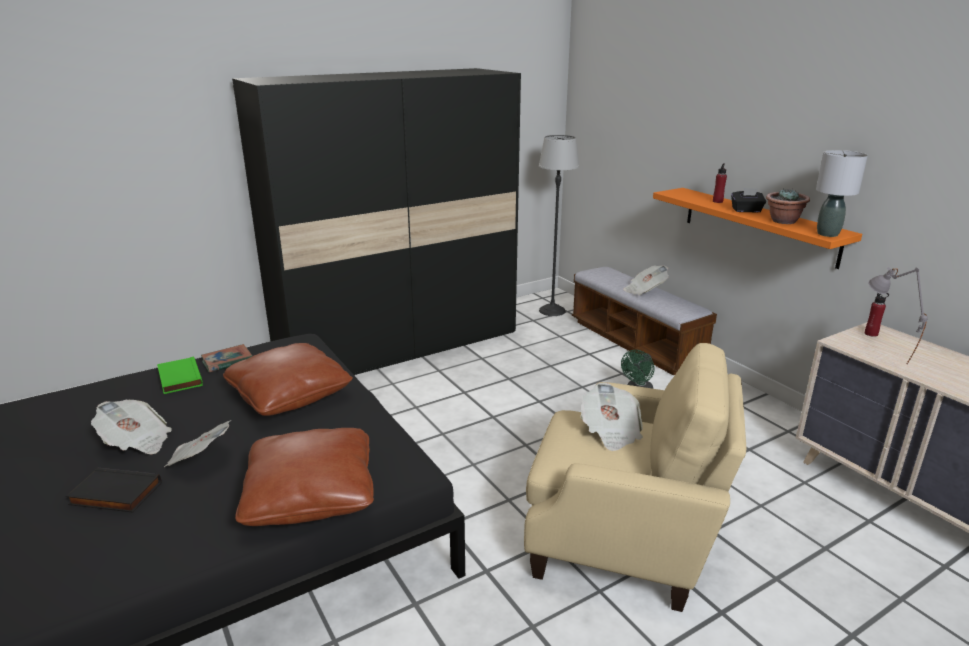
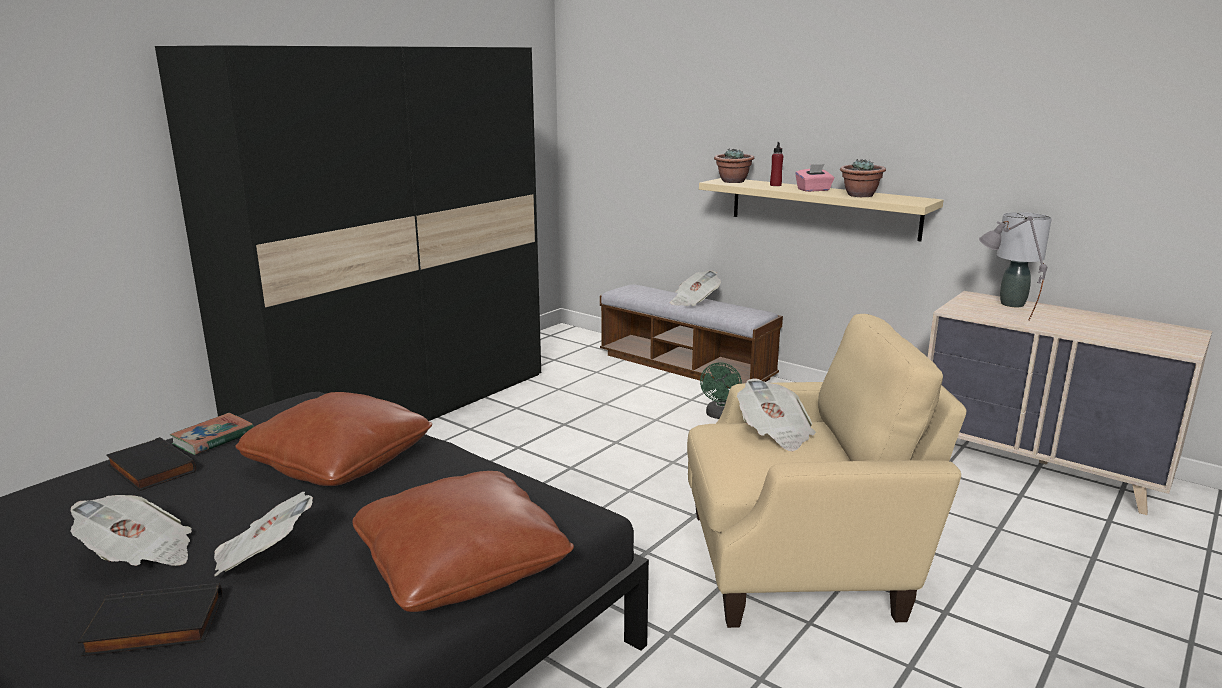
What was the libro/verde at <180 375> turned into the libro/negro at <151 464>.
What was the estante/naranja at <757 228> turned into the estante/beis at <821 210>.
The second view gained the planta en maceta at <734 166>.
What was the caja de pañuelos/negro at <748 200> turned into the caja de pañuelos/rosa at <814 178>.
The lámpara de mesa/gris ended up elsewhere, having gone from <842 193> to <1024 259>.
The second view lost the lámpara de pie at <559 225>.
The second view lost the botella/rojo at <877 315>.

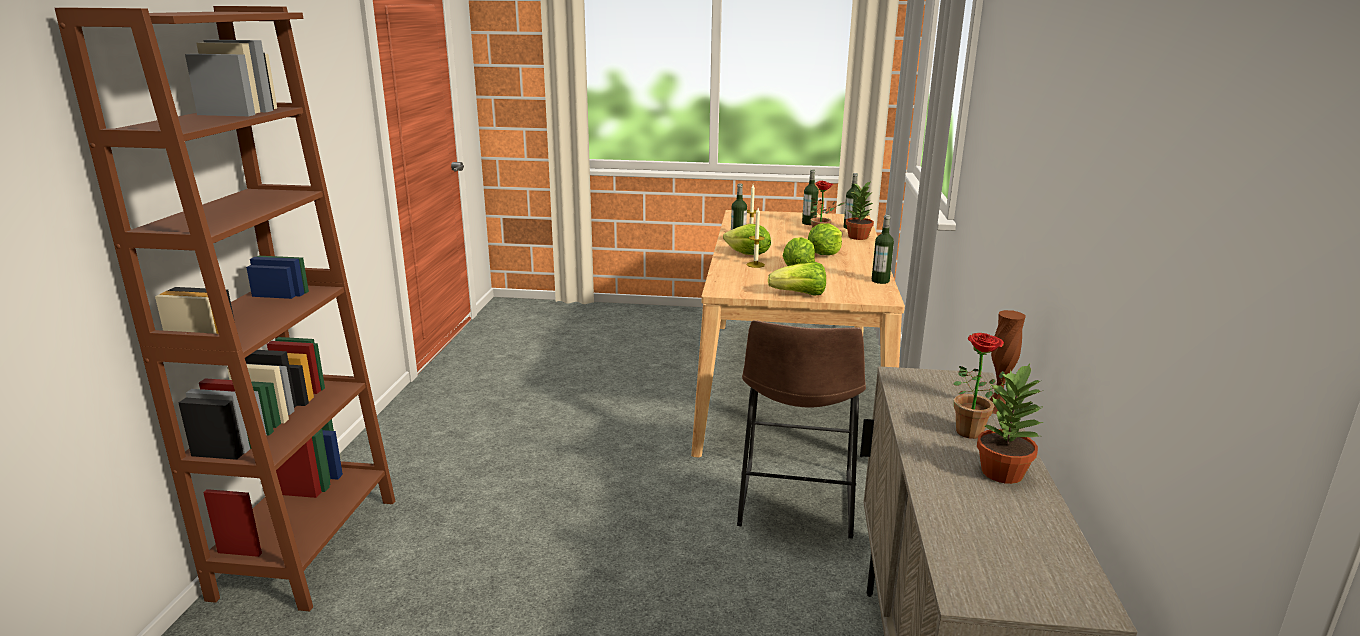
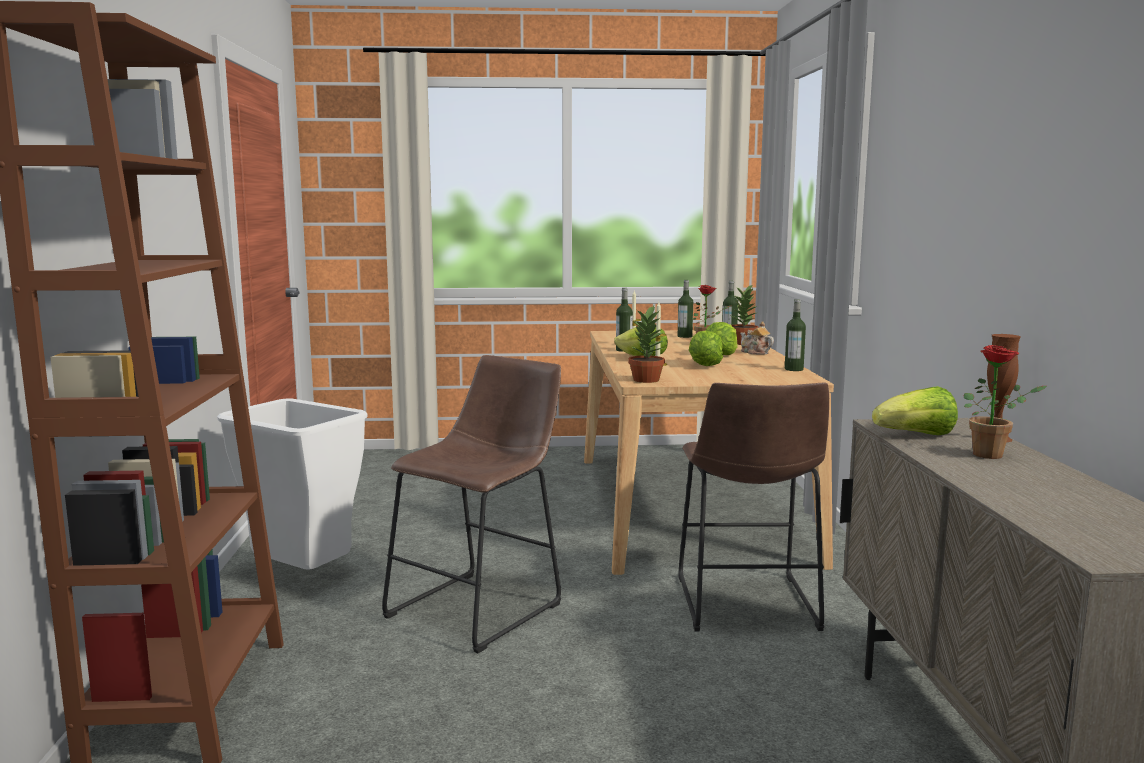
The second view gained the papelera/blanco at <292 484>.
The second view gained the taburete/marrón at <471 504>.
The planta en maceta ended up elsewhere, having gone from <1010 423> to <646 344>.
The second view gained the tetera at <757 338>.
The lechuga ended up elsewhere, having gone from <797 279> to <915 410>.

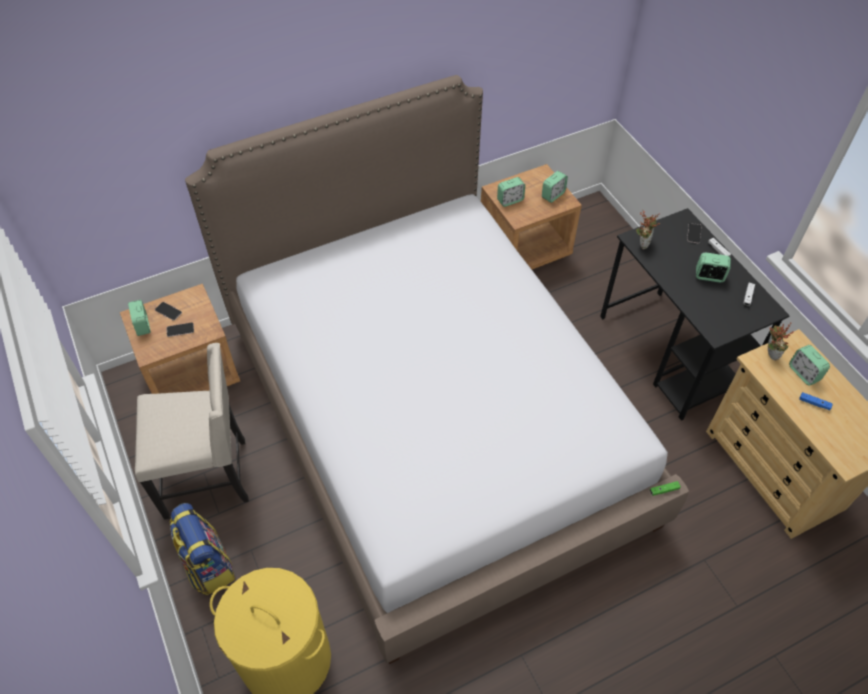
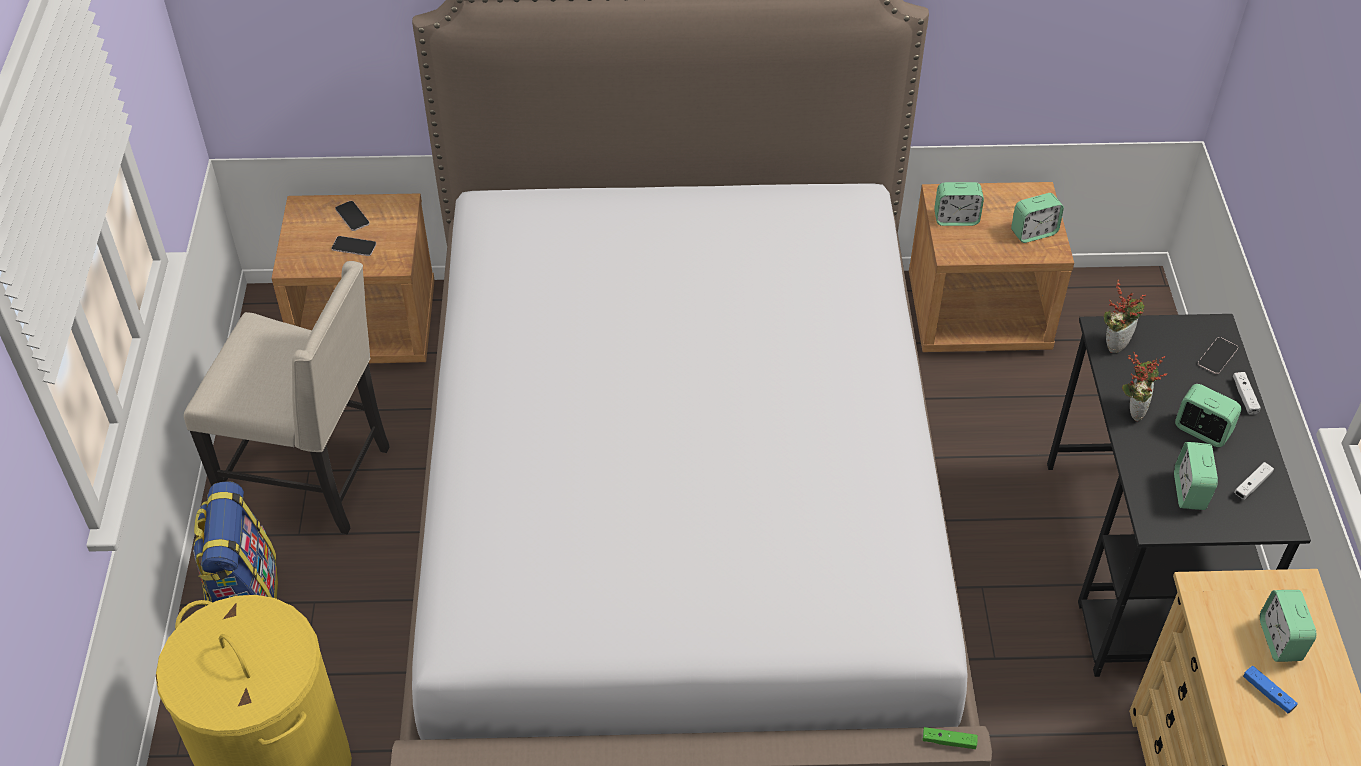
The planta en maceta ended up elsewhere, having gone from <781 341> to <1144 386>.
The despertador ended up elsewhere, having gone from <139 318> to <1196 476>.

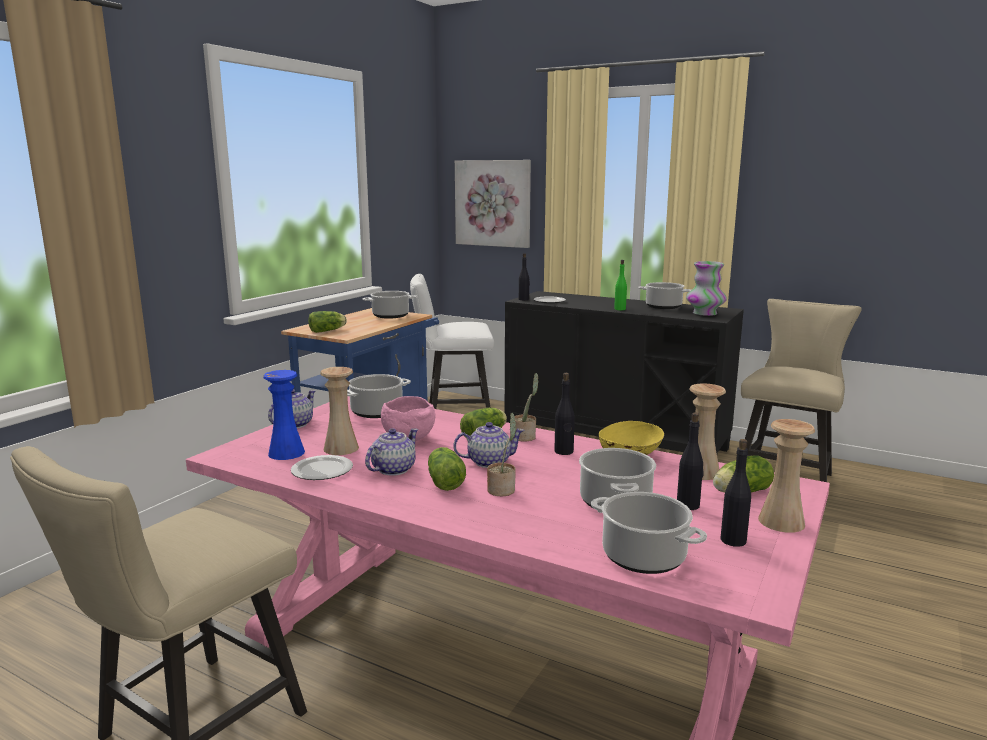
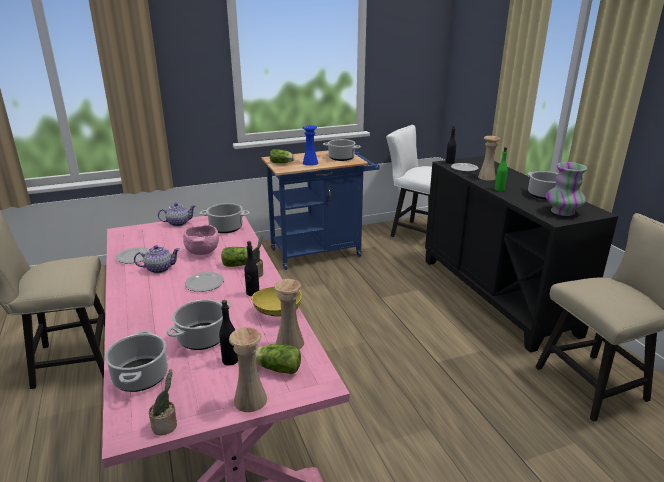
The planta en maceta ended up elsewhere, having gone from <501 454> to <163 402>.
Where the tetera stood at <489 445>, the plato came to stand at <204 282>.
The florero/azul ended up elsewhere, having gone from <284 415> to <310 145>.
The florero/beis ended up elsewhere, having gone from <339 411> to <489 158>.
The second view lost the lechuga at <447 469>.
The second view lost the cuadro at <493 204>.
The second view lost the botella/negro at <735 493>.

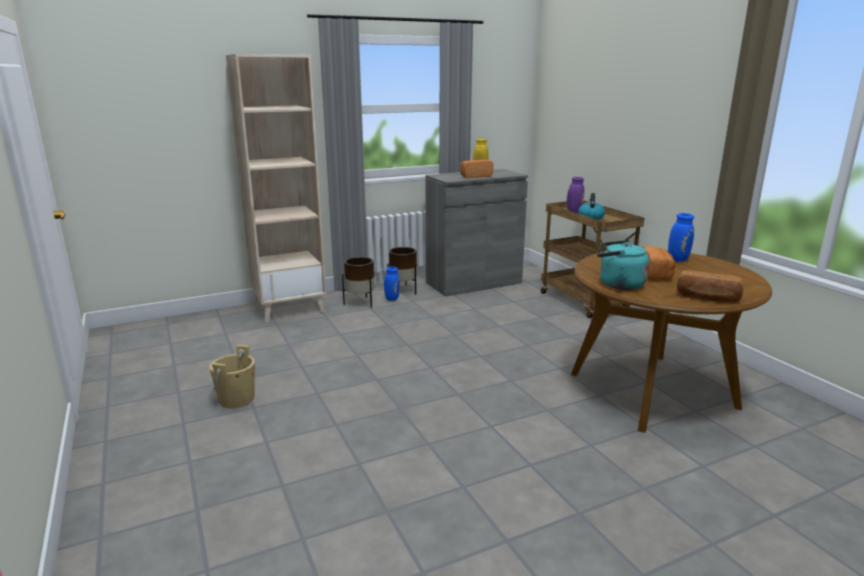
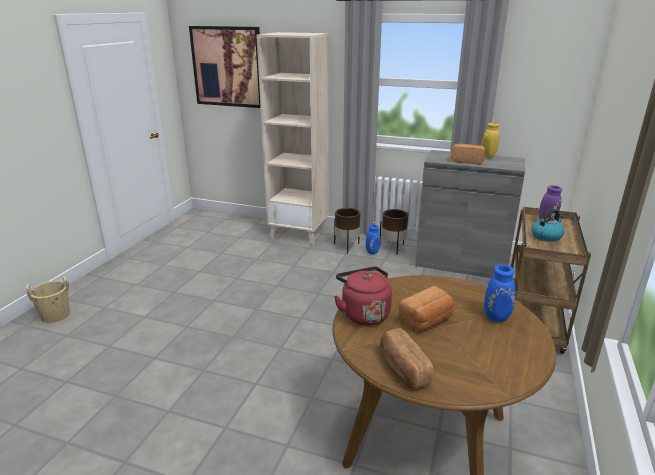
The cubo/beis ended up elsewhere, having gone from <232 376> to <48 299>.
The second view gained the cuadro at <225 67>.
What was the hervidor/turquesa at <623 265> turned into the hervidor/rojo at <363 296>.

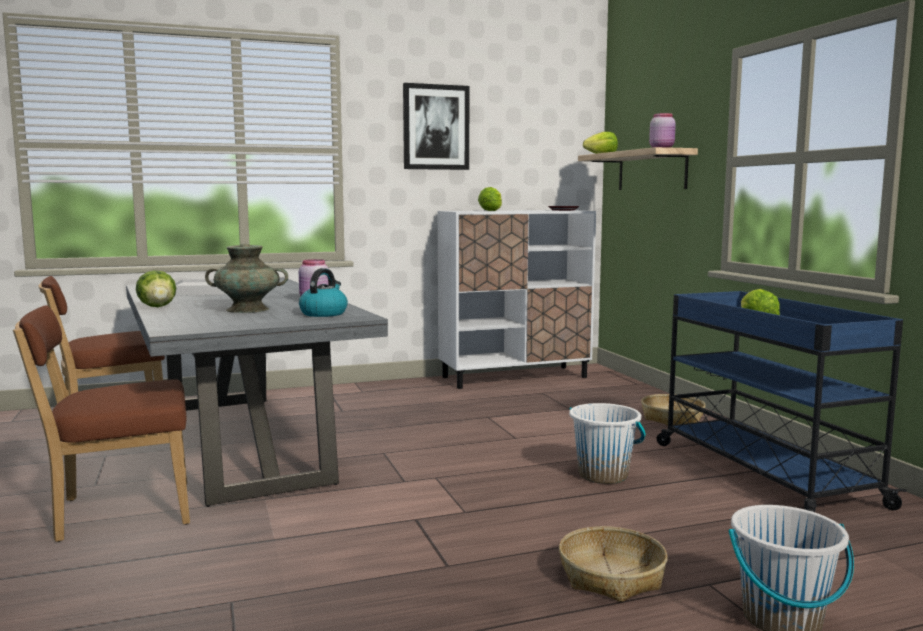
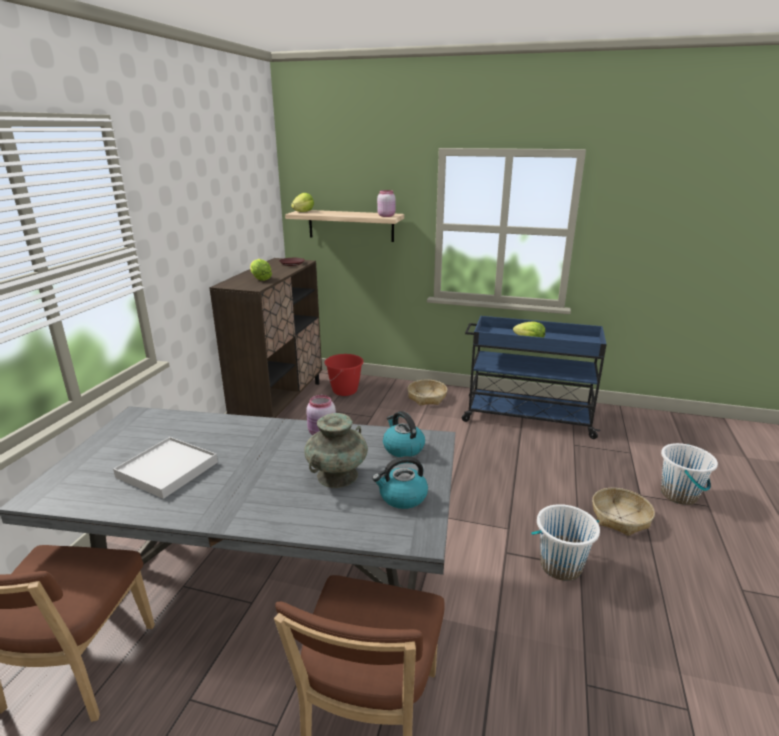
What was the armario/blanco at <516 299> turned into the armario/marrón at <265 338>.
The second view gained the cubo/rojo at <344 375>.
The second view gained the hervidor at <400 482>.
The cubo/blanco ended up elsewhere, having gone from <607 443> to <565 542>.
The second view lost the lechuga at <156 288>.
The second view lost the cuadro at <436 126>.

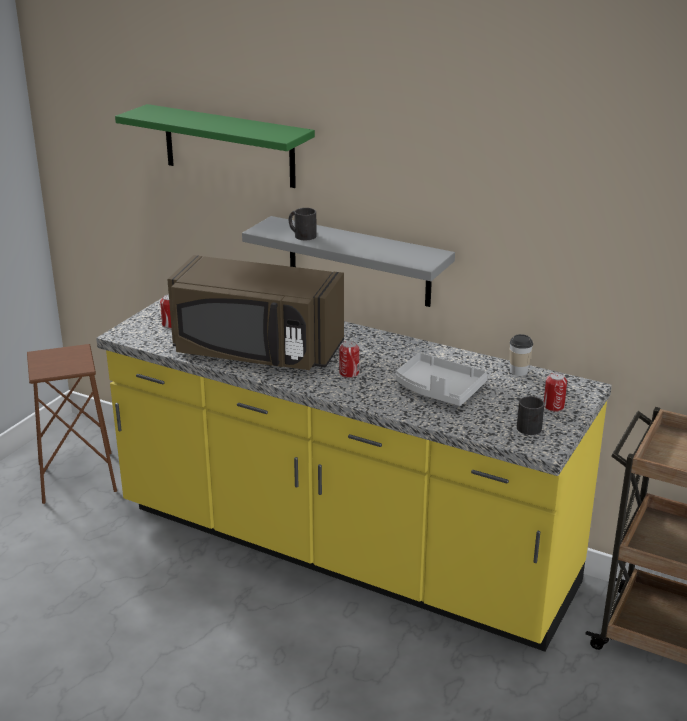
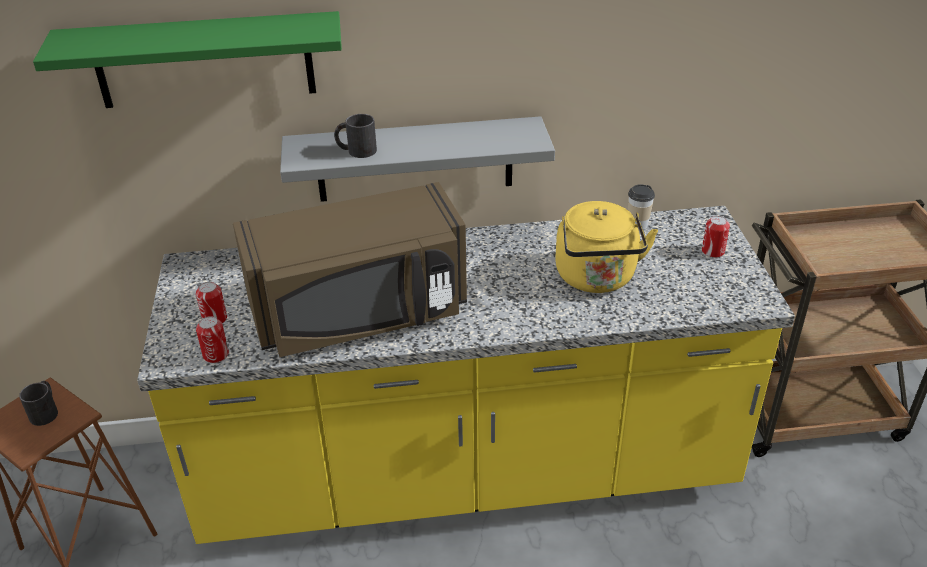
The taza grande/negro ended up elsewhere, having gone from <530 415> to <38 403>.
The lata ended up elsewhere, having gone from <349 359> to <212 339>.
Where the bandeja/gris stood at <441 379>, the hervidor/amarillo came to stand at <606 247>.

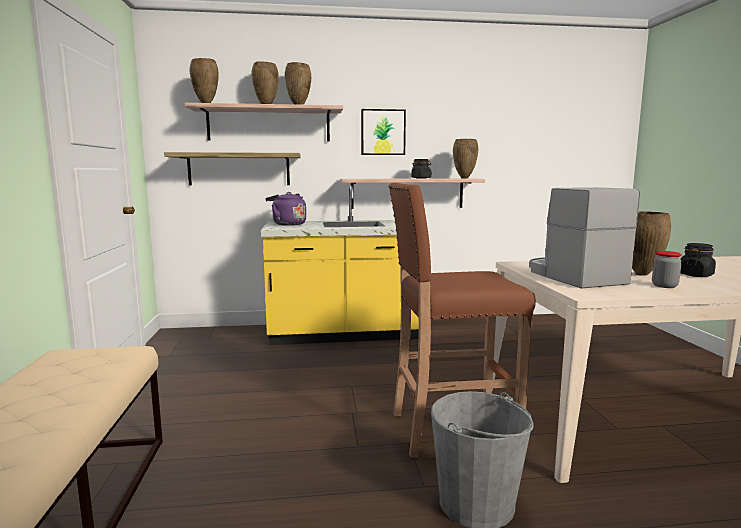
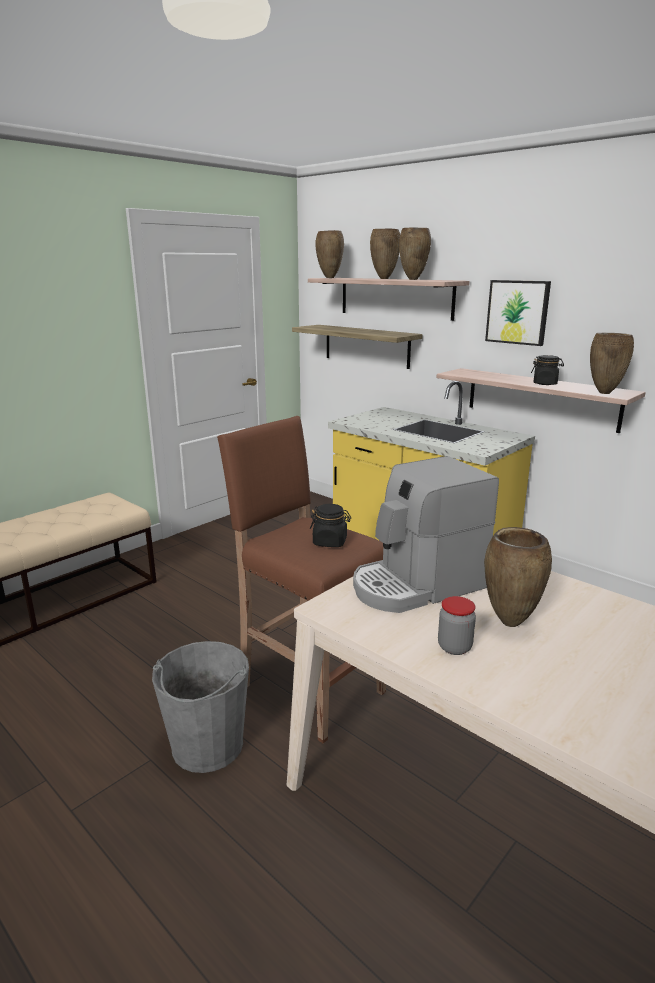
The tarro/negro ended up elsewhere, having gone from <698 260> to <330 525>.
The cafetera at <584 238> ended up facing another way, 150 degrees counterclockwise from before.
The second view lost the hervidor/morado at <285 209>.

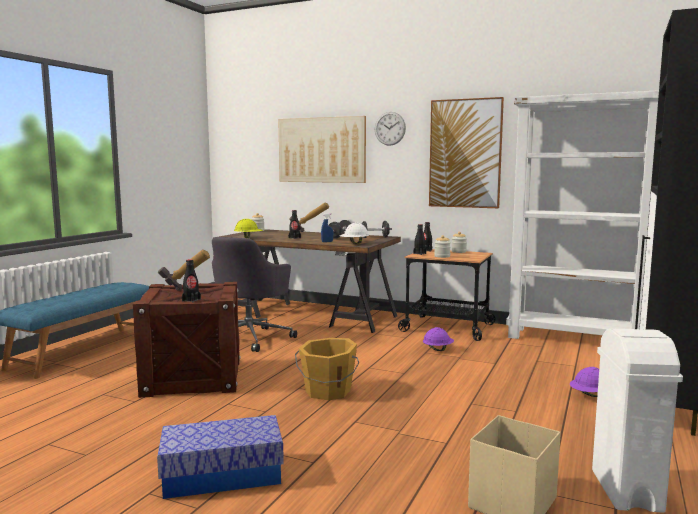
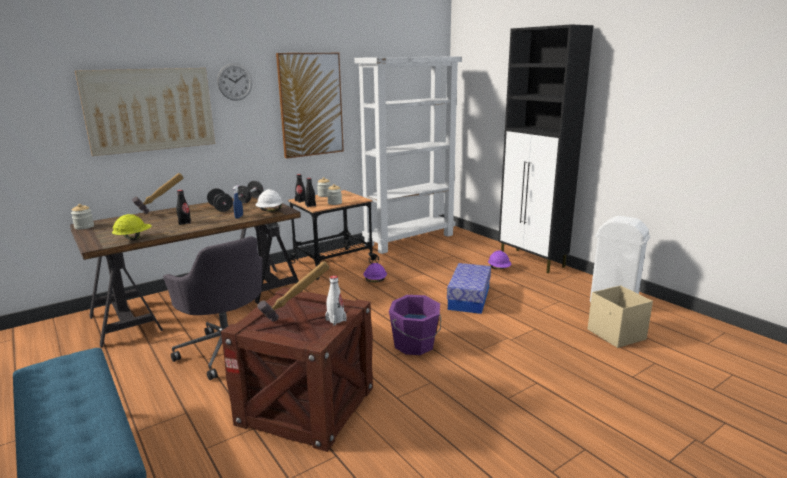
What was the botella/negro at <191 280> turned into the botella/blanco at <336 300>.
What was the cubo/naranja at <327 369> turned into the cubo/morado at <415 325>.
The caja de almacenaje ended up elsewhere, having gone from <220 457> to <469 288>.

